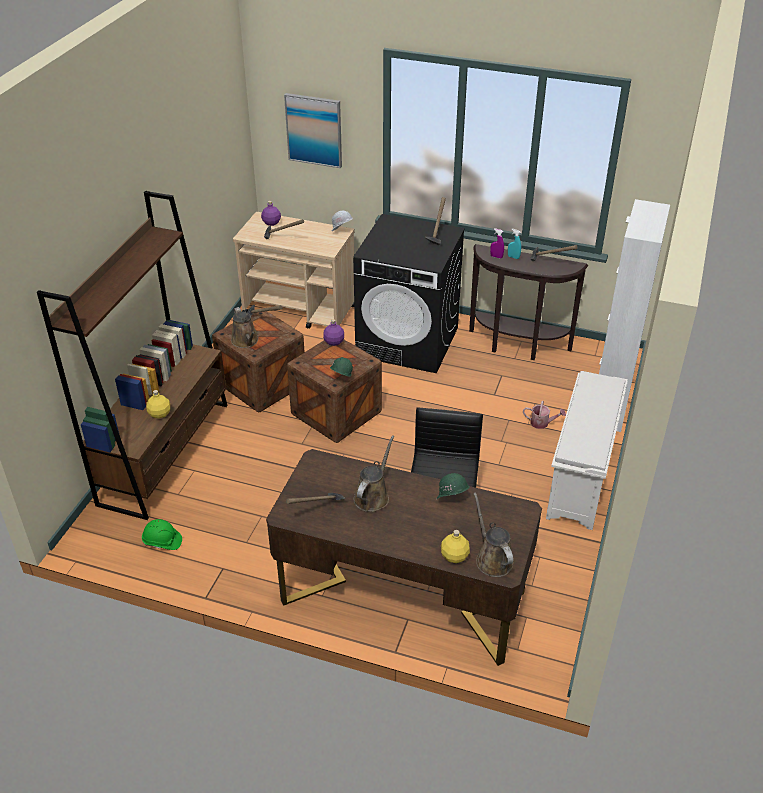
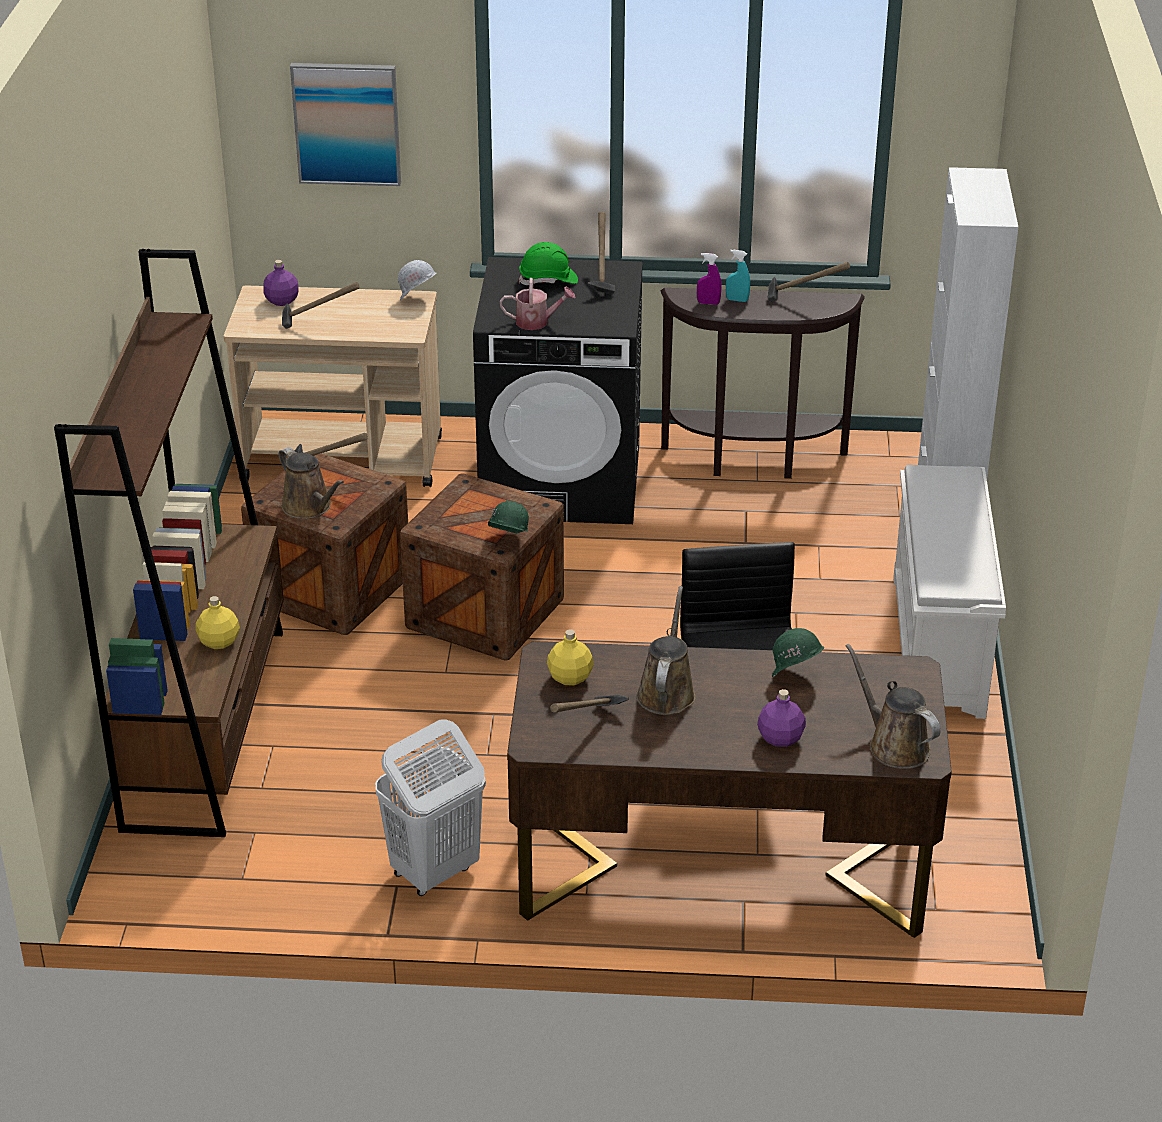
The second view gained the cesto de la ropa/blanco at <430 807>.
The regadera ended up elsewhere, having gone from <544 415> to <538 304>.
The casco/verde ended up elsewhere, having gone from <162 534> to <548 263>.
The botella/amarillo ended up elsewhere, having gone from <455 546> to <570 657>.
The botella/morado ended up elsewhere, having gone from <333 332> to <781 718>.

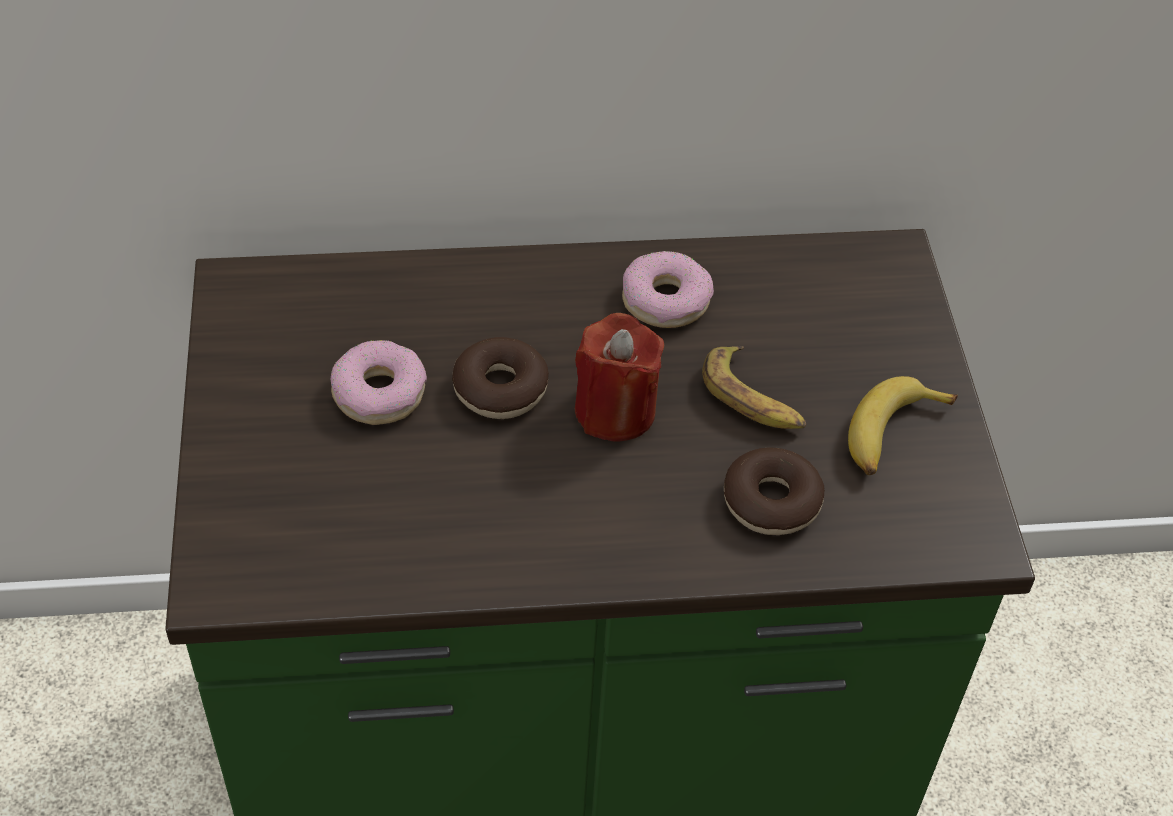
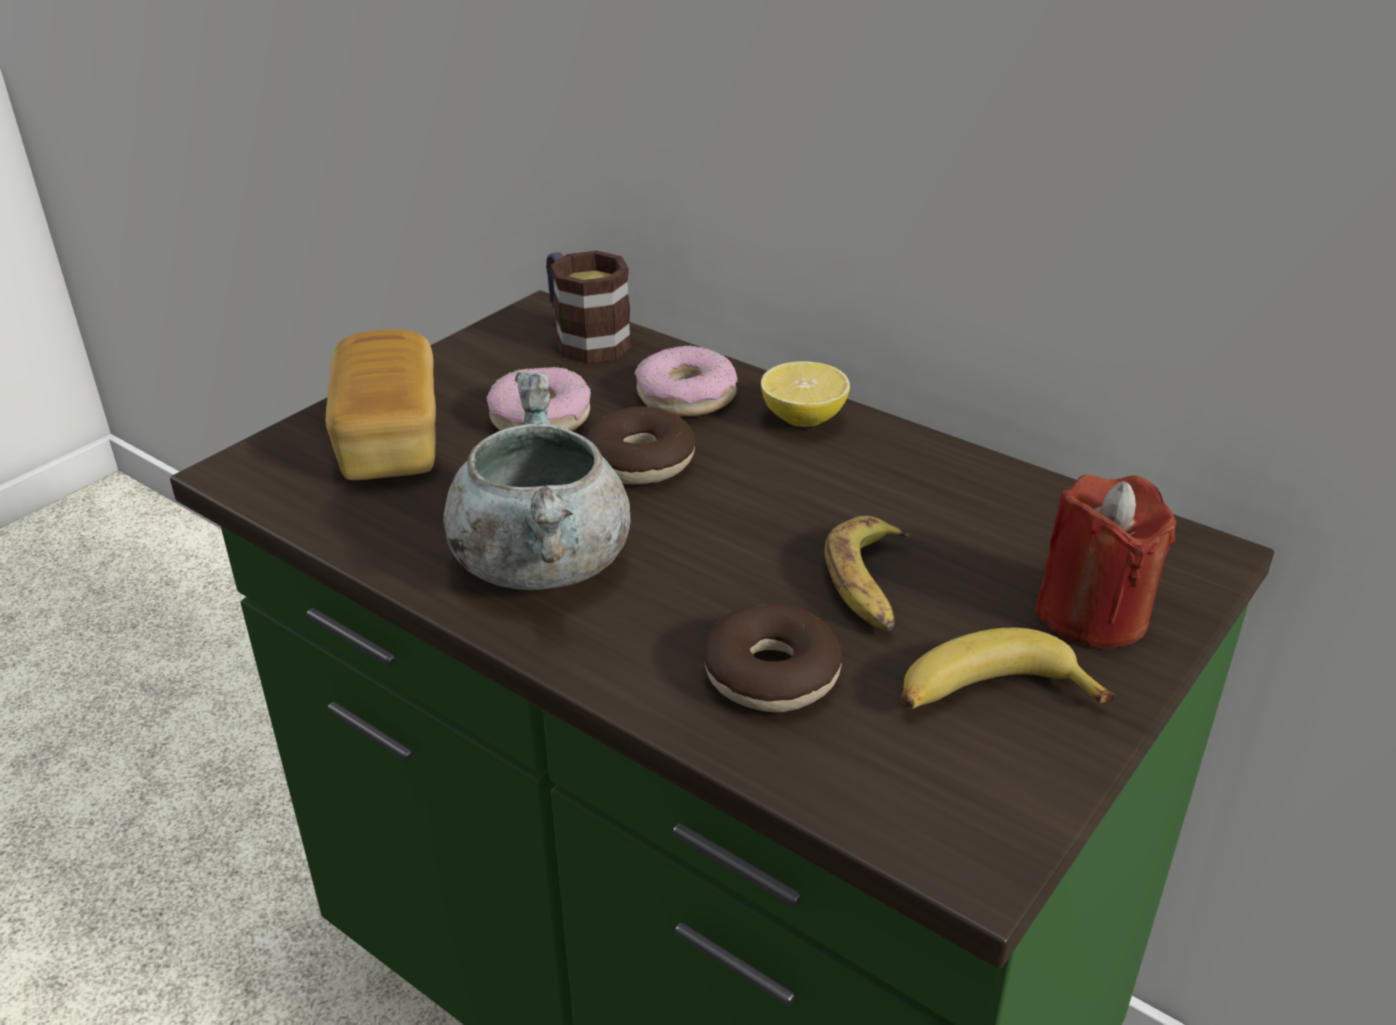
The second view gained the pan at <381 404>.
The second view gained the olla/gris at <536 481>.
The second view gained the taza grande at <589 307>.
The rosquilla ended up elsewhere, having gone from <668 289> to <686 381>.
The second view gained the limón at <805 394>.
The vela/rojo ended up elsewhere, having gone from <619 377> to <1106 561>.

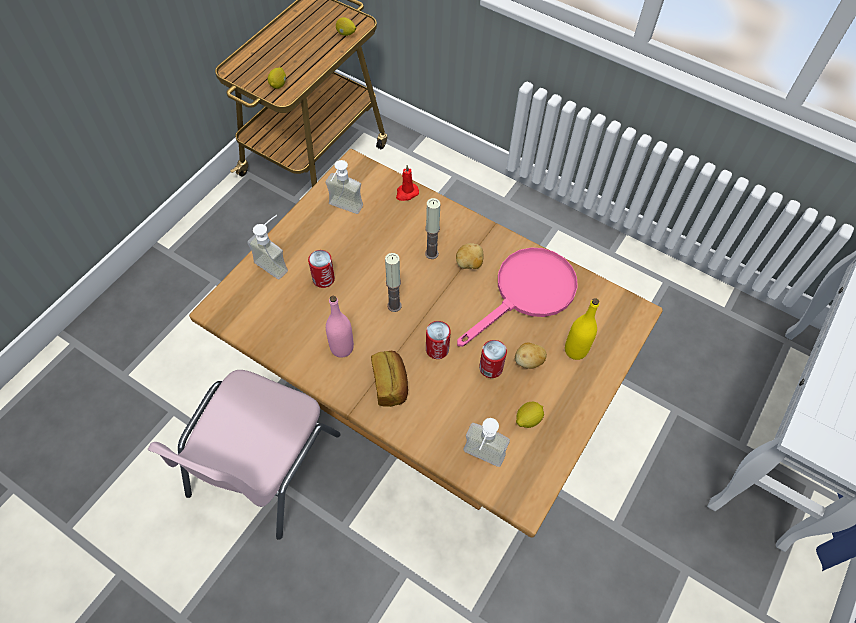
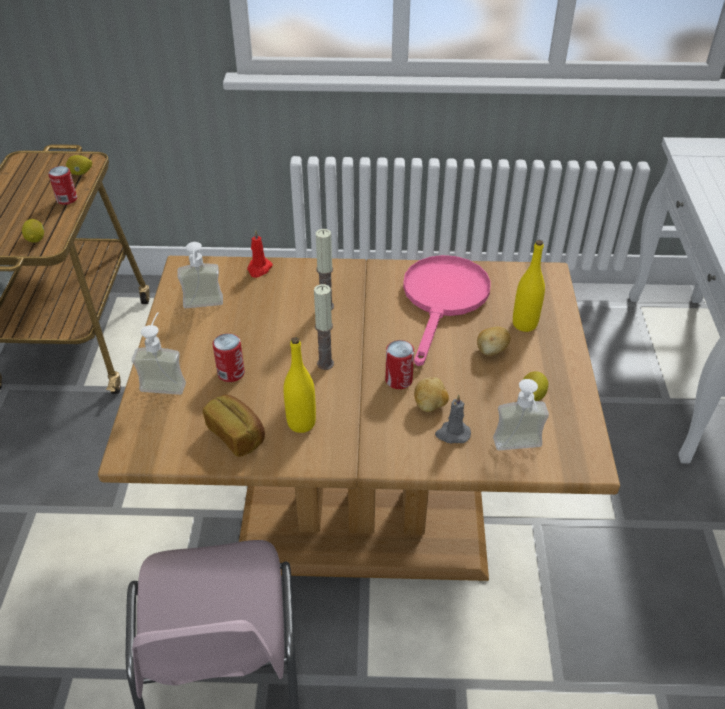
The lata ended up elsewhere, having gone from <493 359> to <62 185>.
The pan ended up elsewhere, having gone from <389 379> to <234 426>.
What was the botella/rosa at <340 327> turned into the botella/amarillo at <299 385>.
The patata ended up elsewhere, having gone from <469 256> to <431 394>.
The second view gained the vela/gris at <453 419>.

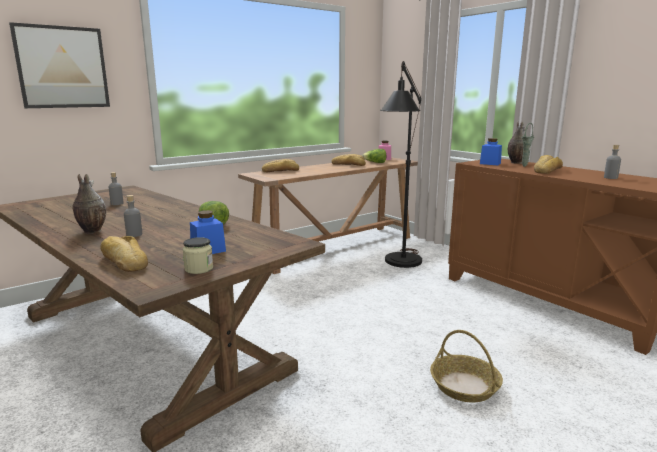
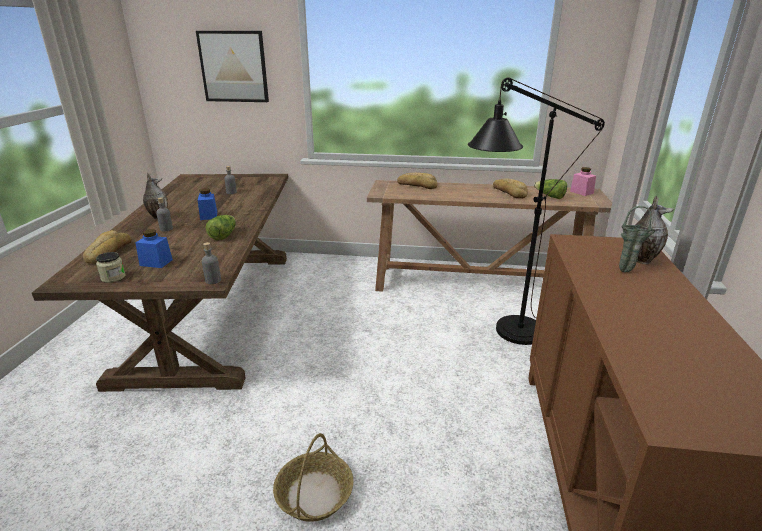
The tarro/azul ended up elsewhere, having gone from <491 151> to <207 204>.
The botella/gris ended up elsewhere, having gone from <612 161> to <211 263>.
The second view lost the pan at <548 164>.

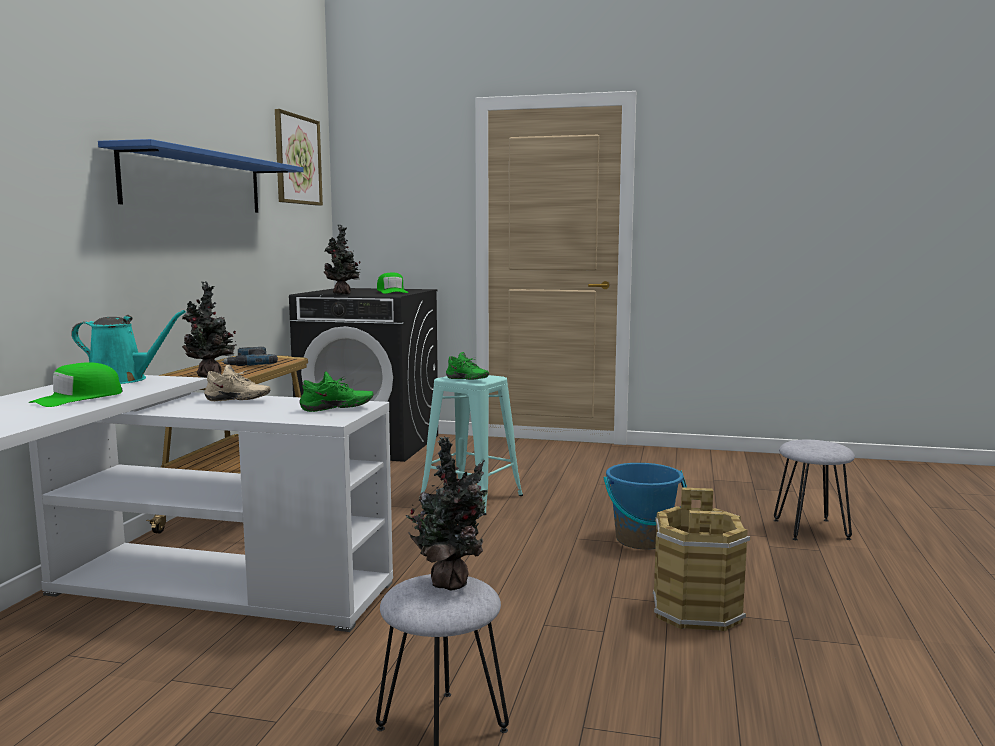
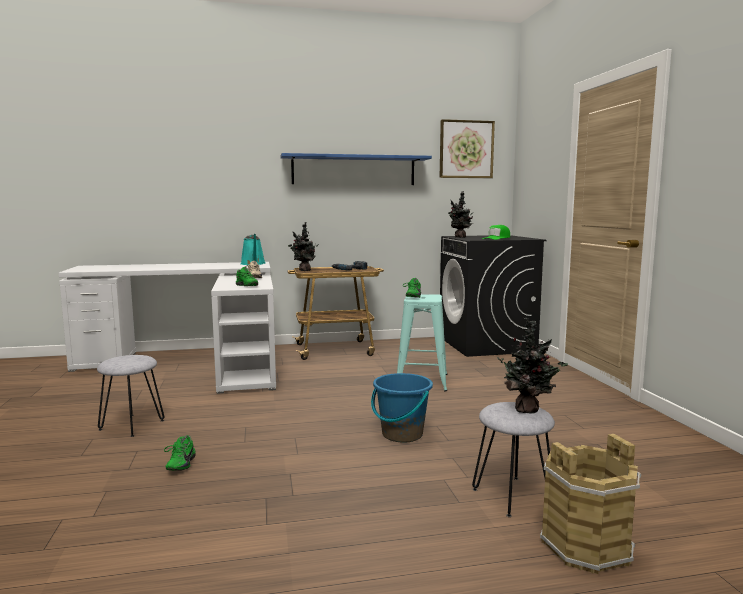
The second view gained the zapato/verde at <180 453>.
The planta en maceta ended up elsewhere, having gone from <447 513> to <531 365>.
The cubo/marrón ended up elsewhere, having gone from <701 559> to <590 504>.
The second view lost the gorra/verde at <75 384>.

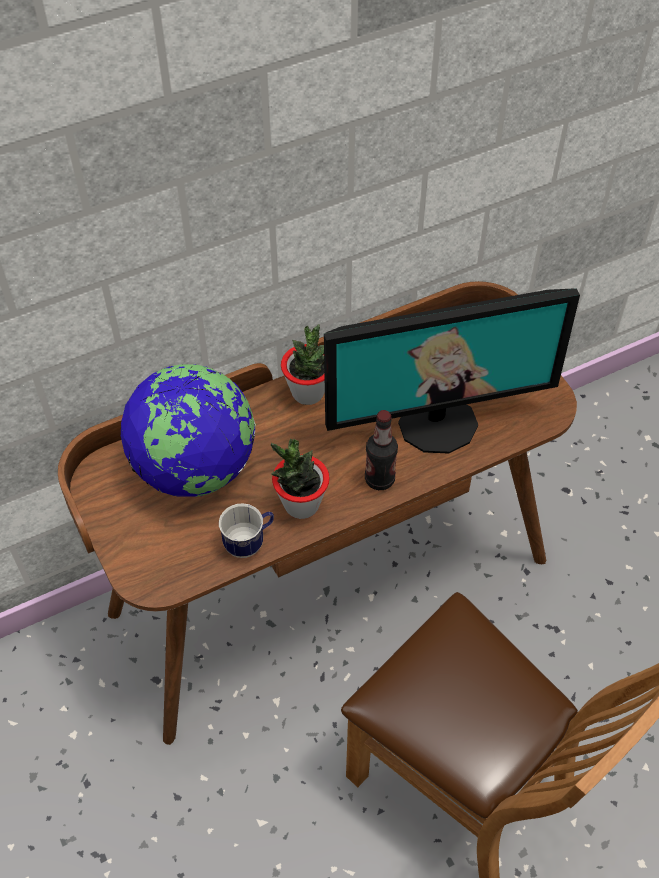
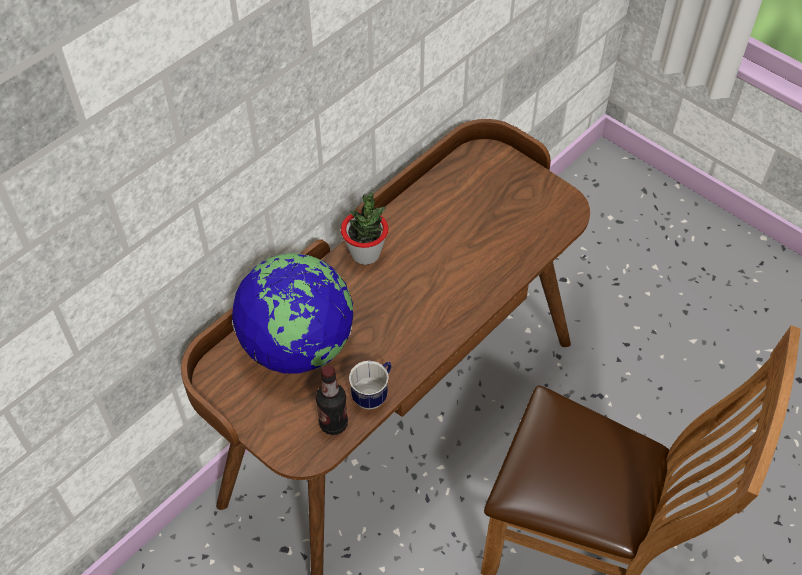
The botella ended up elsewhere, having gone from <381 450> to <332 400>.
The second view lost the planta en maceta at <300 479>.
The second view lost the monitor at <452 371>.

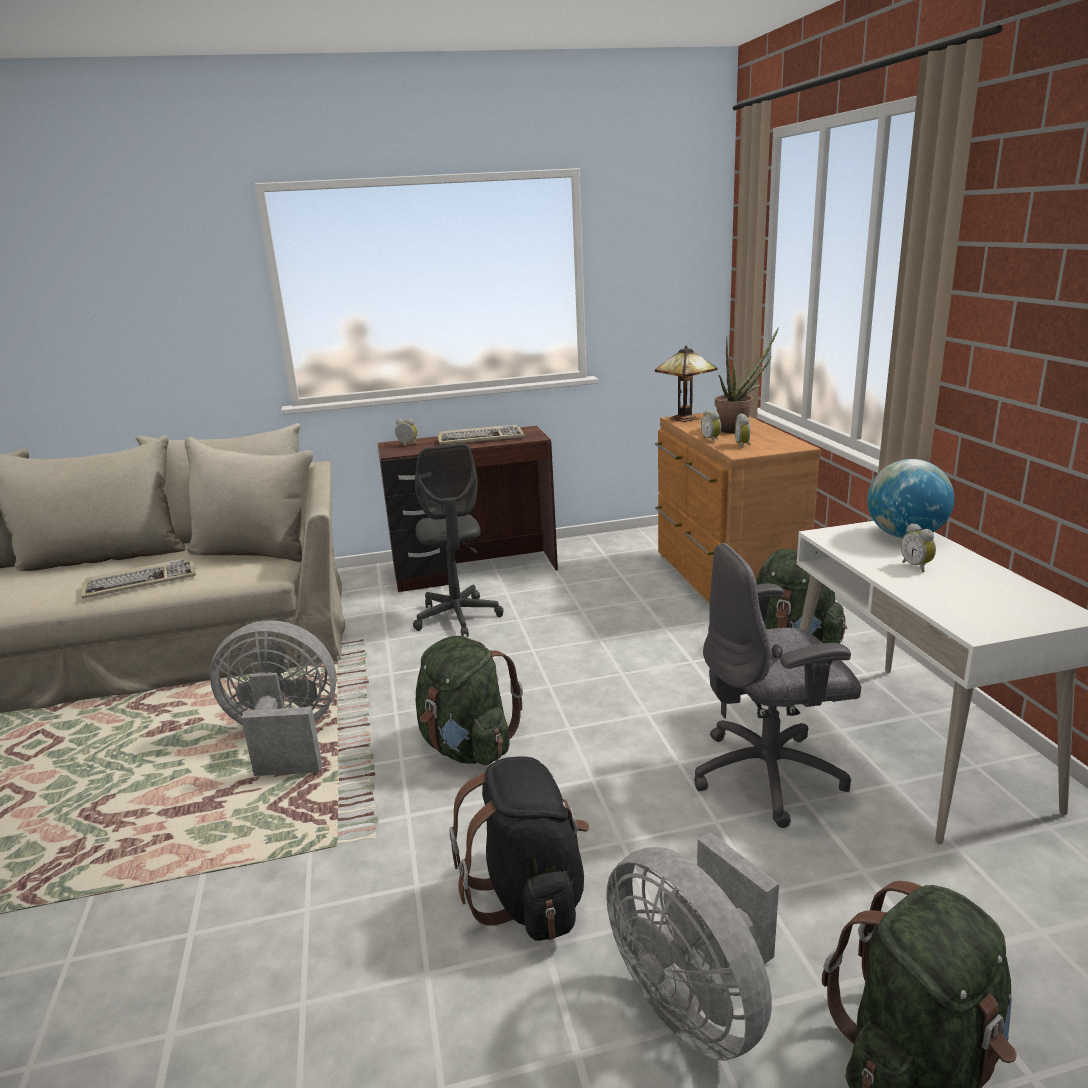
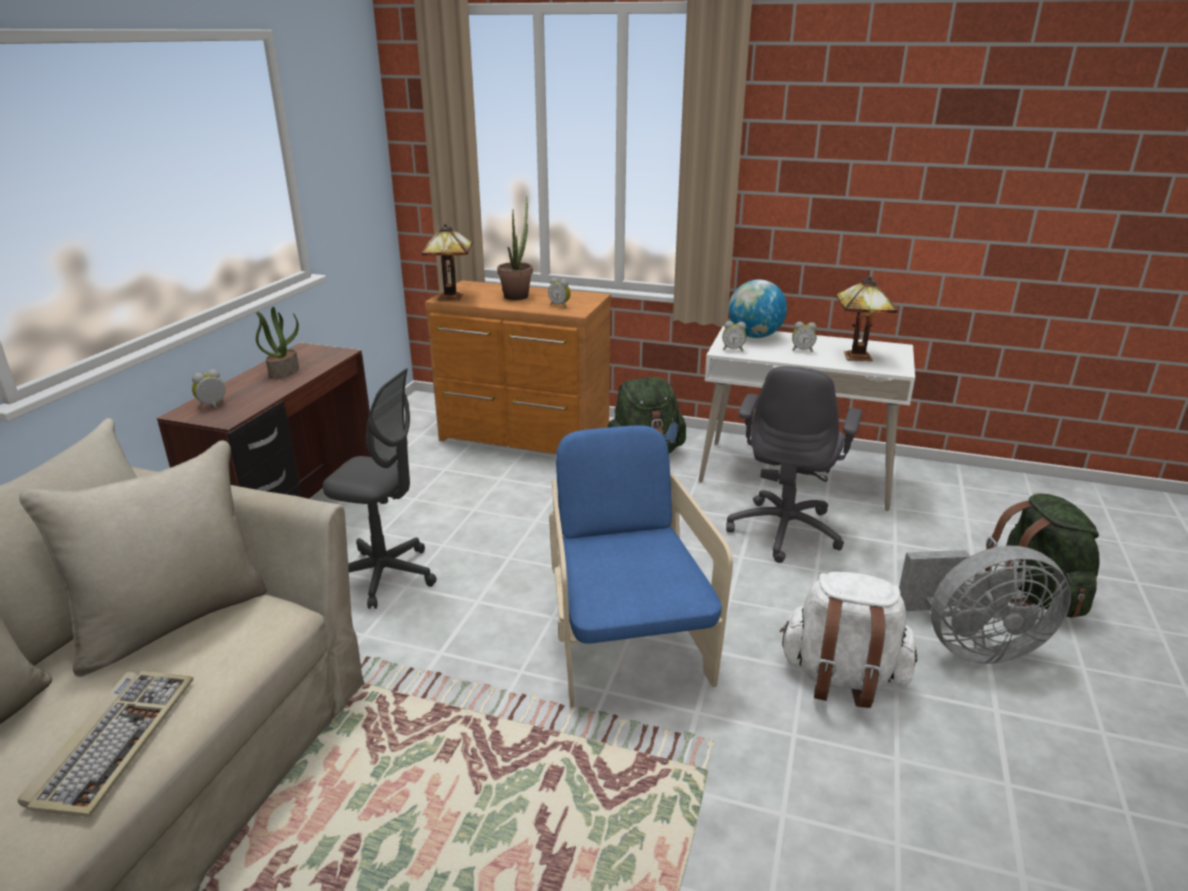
Where the teclado stood at <480 434>, the planta en maceta came to stand at <277 343>.
Where the mochila/verde stood at <469 700>, the sillón/azul came to stand at <641 566>.
The despertador ended up elsewhere, having gone from <711 426> to <734 336>.
What was the mochila/negro at <519 848> turned into the mochila/blanco at <848 640>.
The second view gained the lámpara de mesa at <867 319>.
The second view lost the ventilador/gris at <273 698>.

